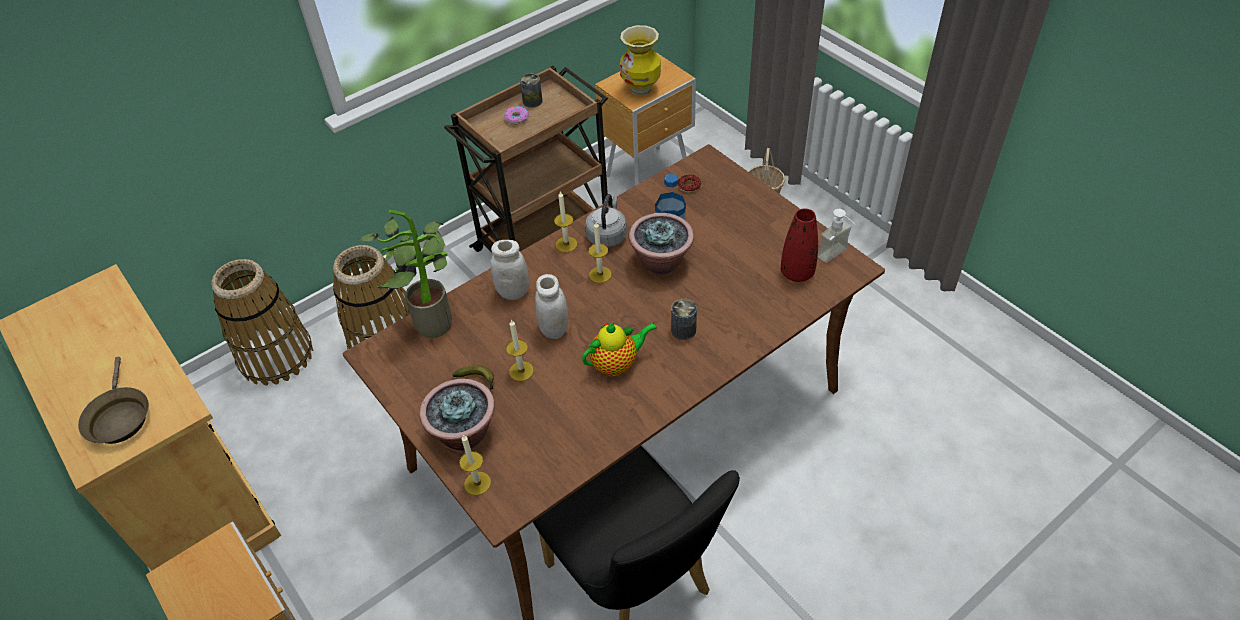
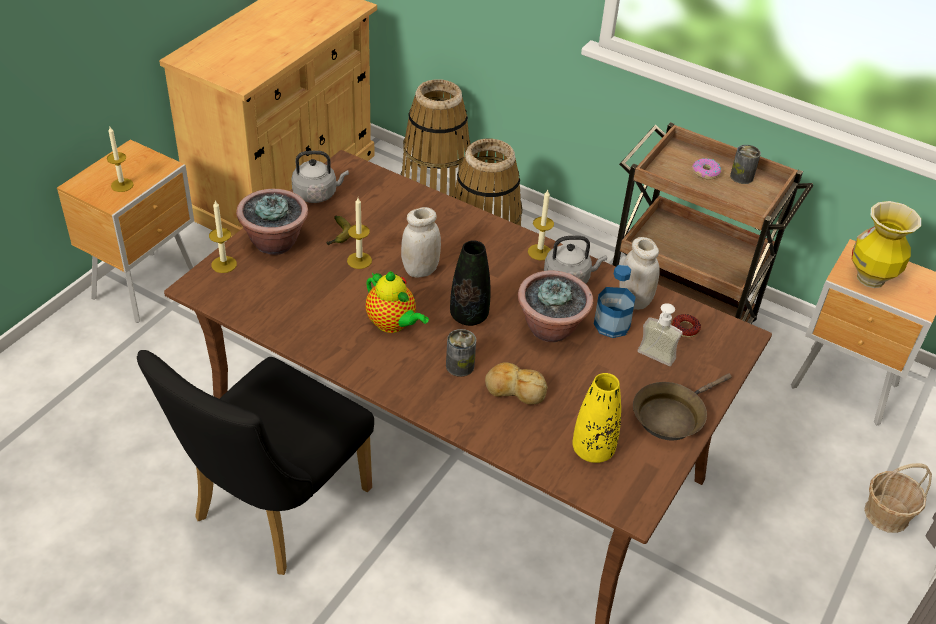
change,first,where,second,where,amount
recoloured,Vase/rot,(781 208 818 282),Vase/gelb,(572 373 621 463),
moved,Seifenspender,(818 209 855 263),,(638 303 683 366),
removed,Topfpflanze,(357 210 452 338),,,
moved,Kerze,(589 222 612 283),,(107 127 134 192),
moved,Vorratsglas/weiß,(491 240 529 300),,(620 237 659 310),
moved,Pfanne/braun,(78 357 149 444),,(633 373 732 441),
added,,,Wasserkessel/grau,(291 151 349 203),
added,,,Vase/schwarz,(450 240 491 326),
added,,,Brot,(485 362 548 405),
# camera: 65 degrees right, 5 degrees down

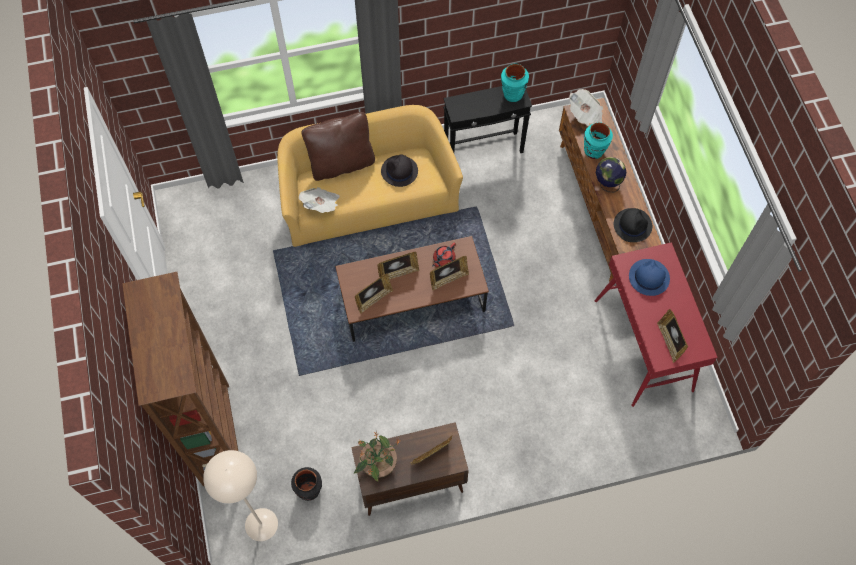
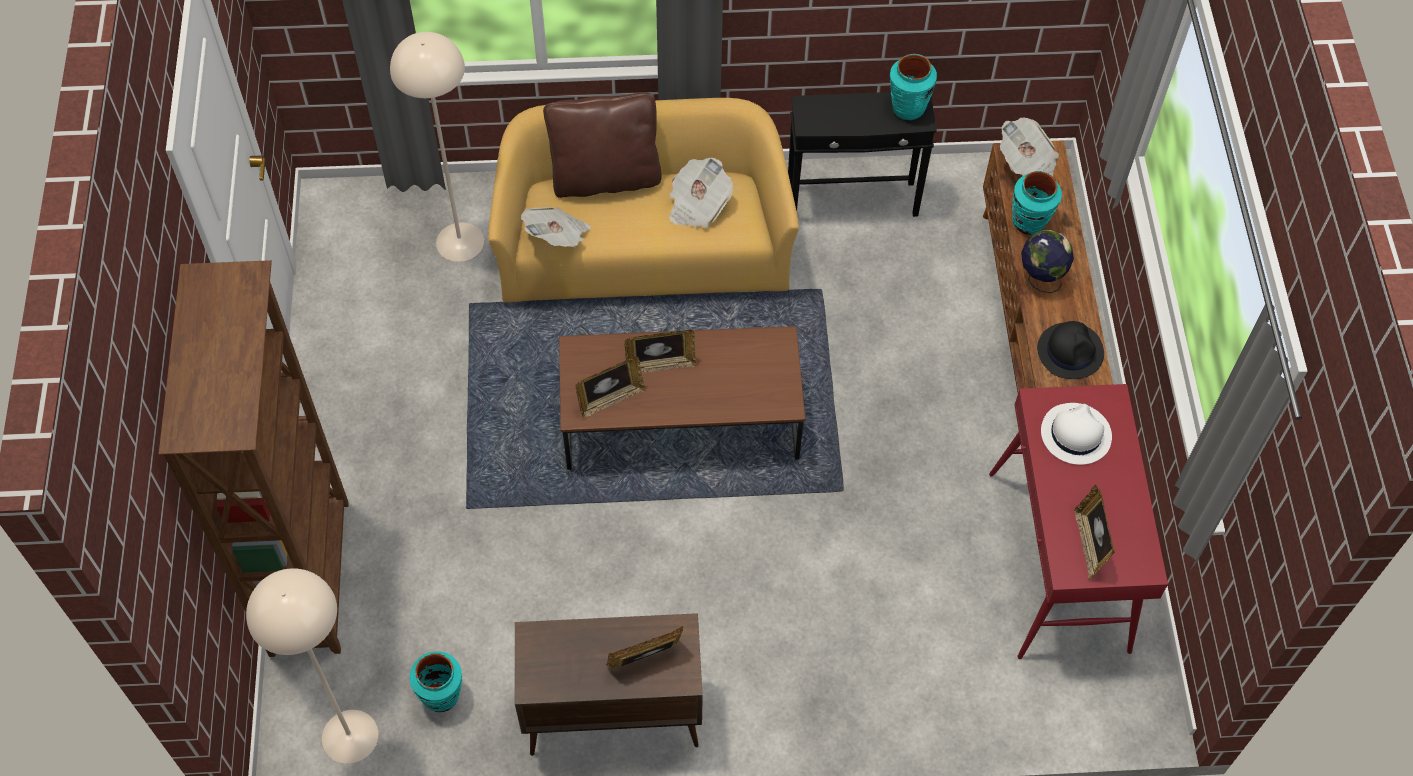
change,first,where,second,where,amount
replaced,Hut/schwarz,(381 154 418 187),Zeitung,(669 158 733 228),
removed,Teekanne/rot,(432 243 456 267),,,
removed,Bilderrahmen,(430 256 469 291),,,
recoloured,Hut/blau,(629 259 670 296),Hut/weiß,(1041 403 1112 465),
removed,Topfpflanze,(354 432 399 482),,,
recoloured,Vase/schwarz,(291 467 322 501),Vase/türkis,(410 651 462 712),
added,,,Stehlampe/beige,(390 32 484 262),
# camera: 10 degrees right, 5 degrees down

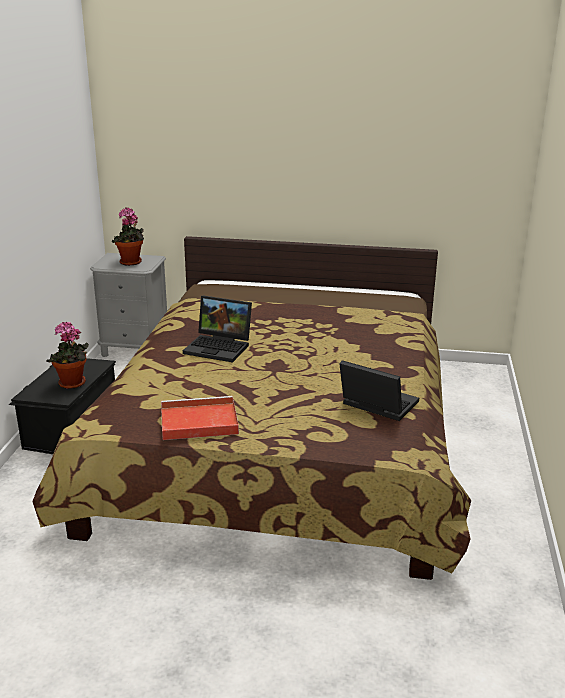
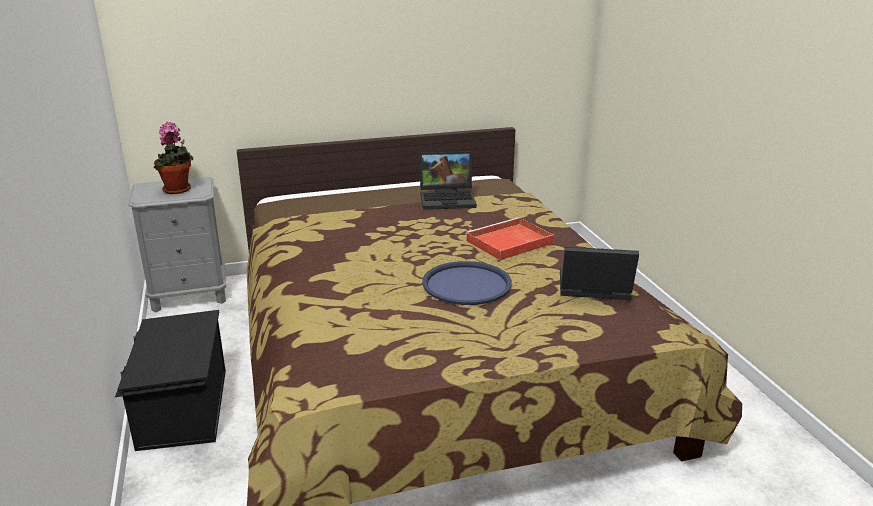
change,first,where,second,where,amount
moved,Laptop,(183 296 252 362),,(419 151 477 210),
removed,Topfpflanze,(46 322 89 389),,,
moved,Tablett/rot,(161 396 239 440),,(465 217 554 260),
added,,,Tablett/blau,(422 261 512 305),
# camera: 25 degrees left, 0 degrees up

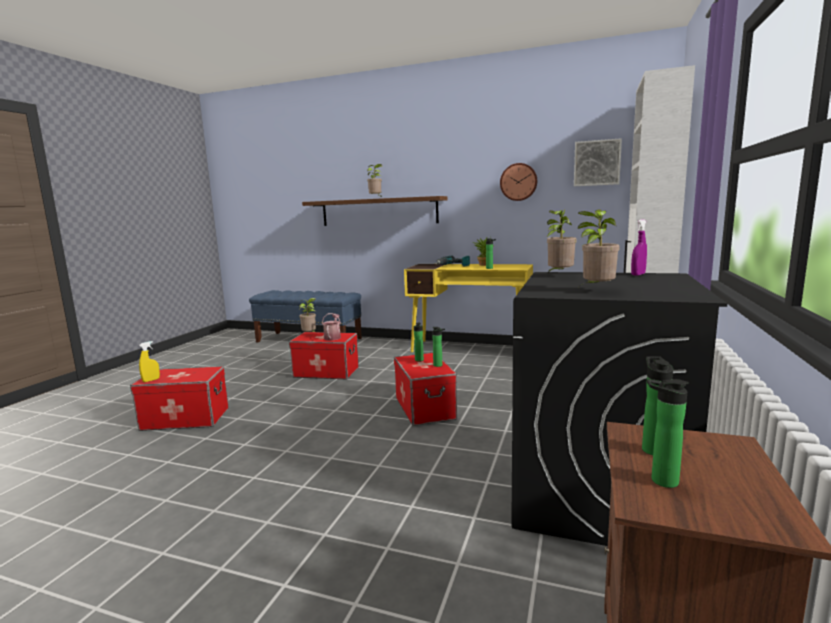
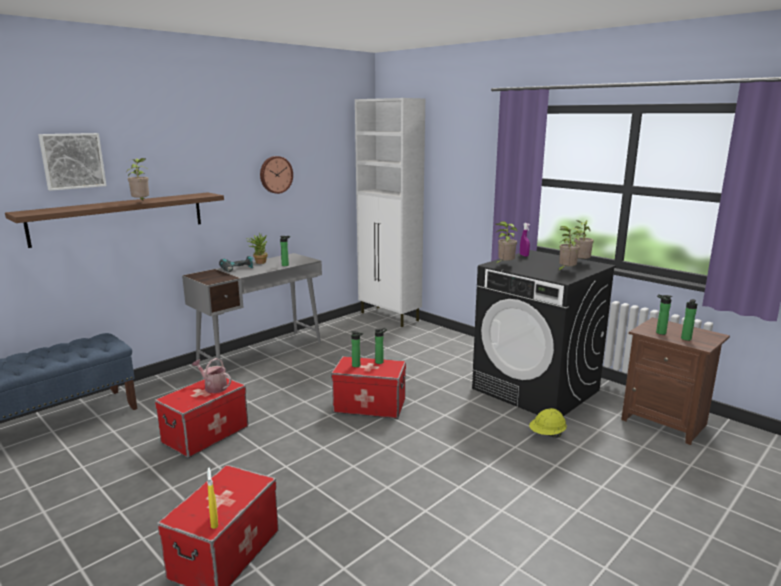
change,first,where,second,where,amount
moved,Bild,(574 138 622 186),,(38 133 107 191),
recoloured,Schreibtisch/gelb,(404 264 533 352),Schreibtisch/grau,(182 253 322 366),
moved,Topfpflanze,(299 298 316 332),,(574 220 594 259),
added,,,Schutzhelm/gelb,(529 408 567 438),
# camera: 65 degrees left, 5 degrees up

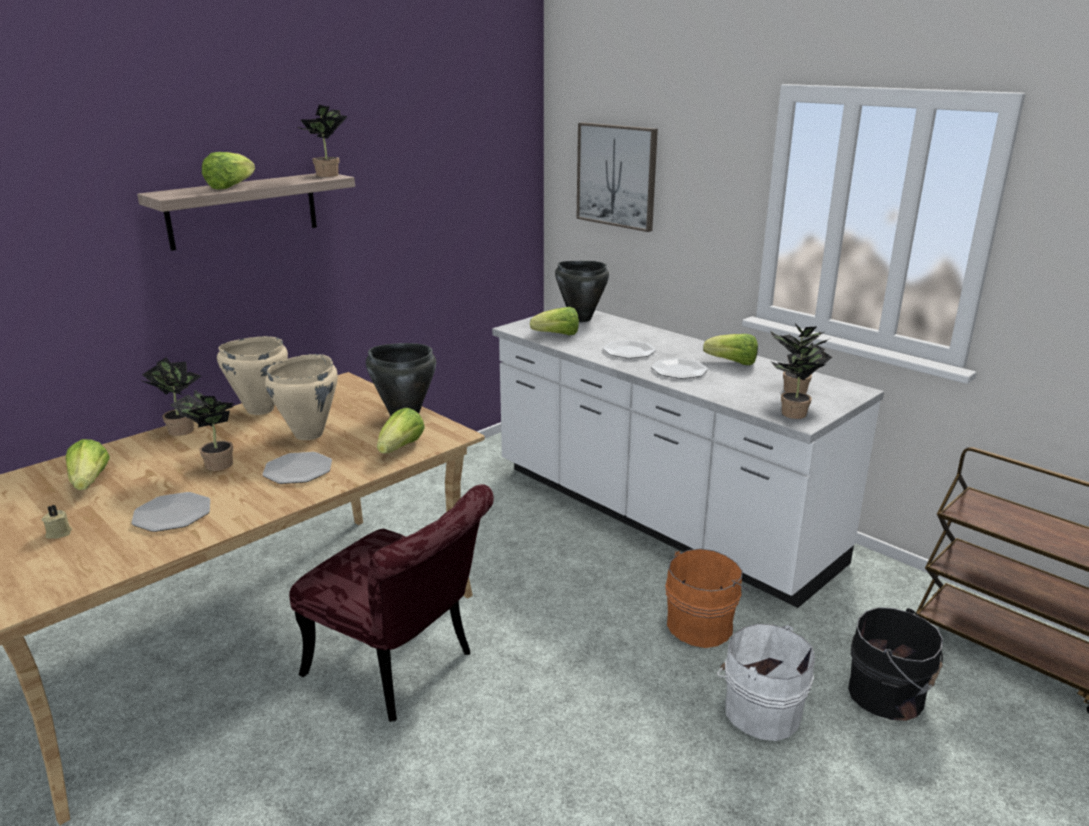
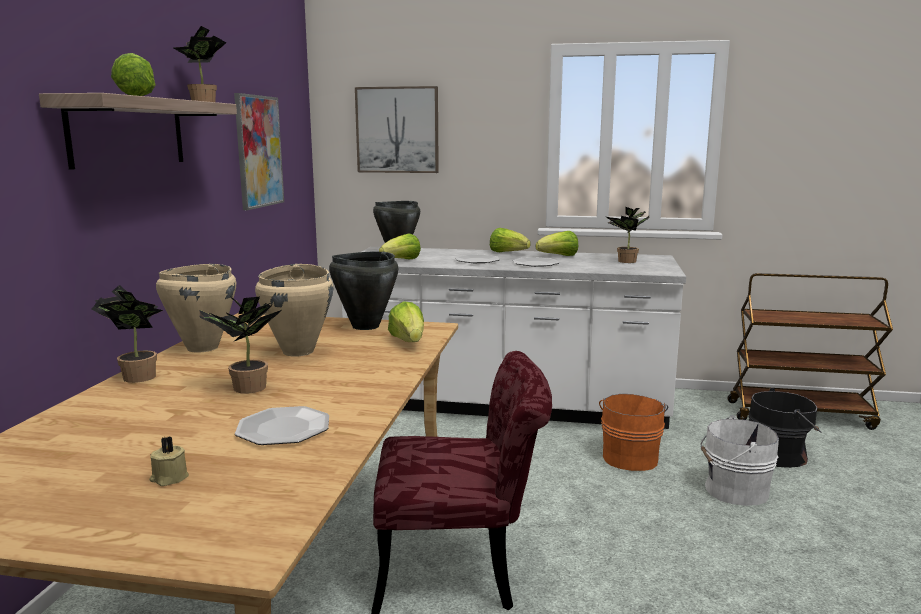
change,first,where,second,where,amount
removed,Topfpflanze,(771 342 832 419),,,
moved,Salatkopf,(66 439 110 490),,(490 228 531 252),
removed,Teller,(262 452 332 484),,,
added,,,Bild,(234 93 284 210),
# camera: 35 degrees left, 10 degrees down

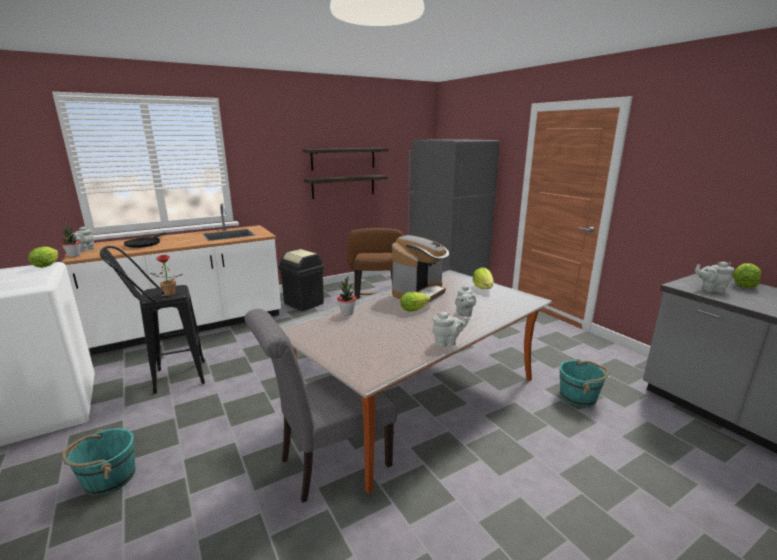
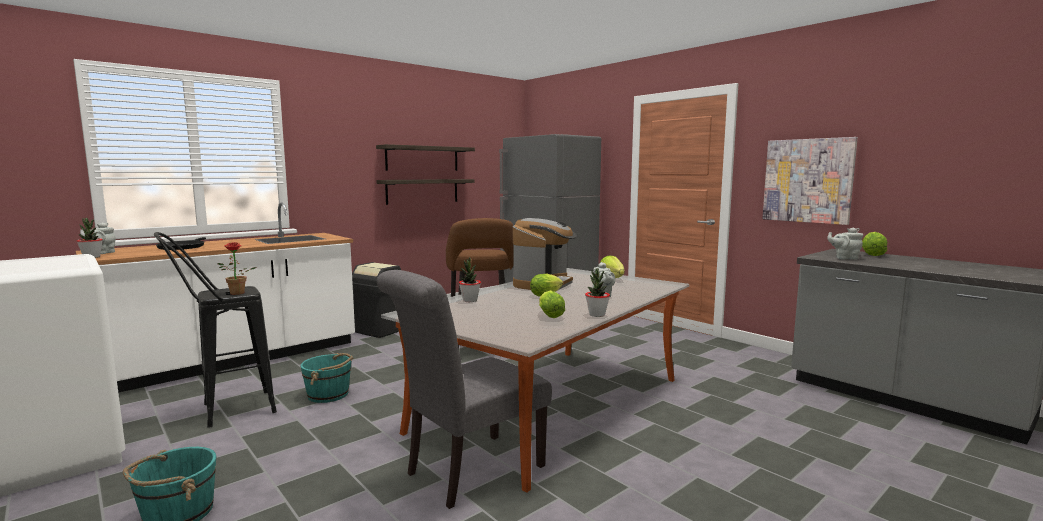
change,first,where,second,where,amount
moved,Salatkopf,(28 247 58 268),,(539 290 565 318),
replaced,Teekanne/grau,(432 312 468 347),Topfpflanze,(585 268 610 317),
moved,Eimer/türkis,(560 359 609 407),,(300 353 354 403),
added,,,Bild,(762 137 858 225),
# camera: 10 degrees left, 10 degrees down

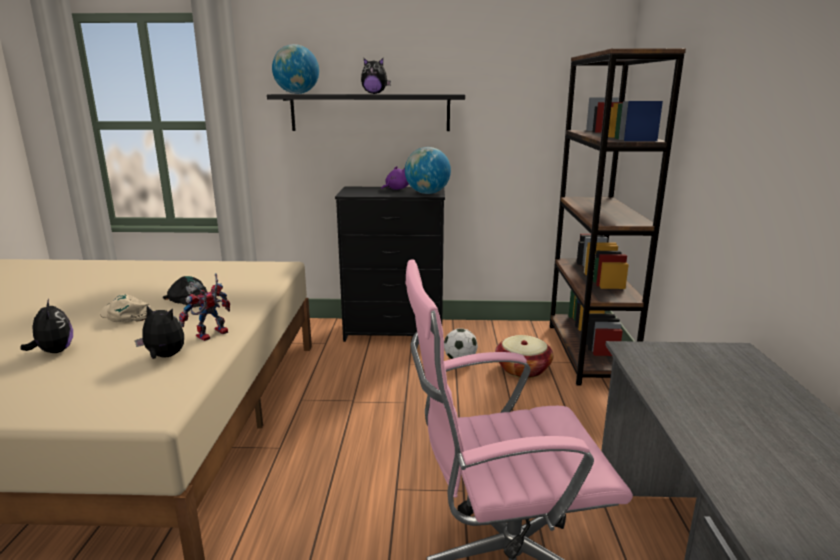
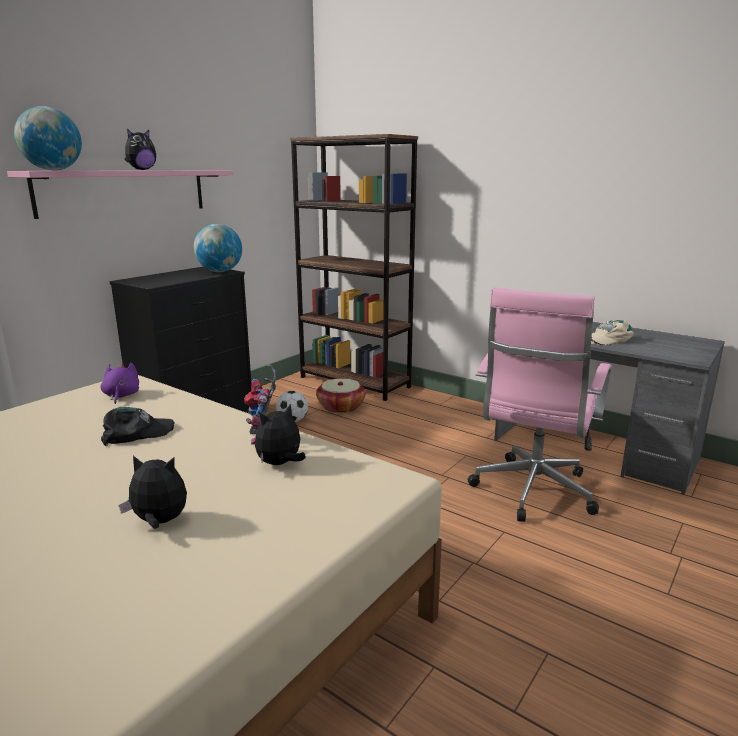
change,first,where,second,where,amount
recoloured,Wandregal/schwarz,(267 94 465 131),Wandregal/rosa,(7 170 234 219),
moved,Plüschtier/lila,(381 166 409 190),,(100 363 139 404),
moved,Kappe/beige,(100 294 151 322),,(591 320 634 345),
# camera: 55 degrees left, 0 degrees up

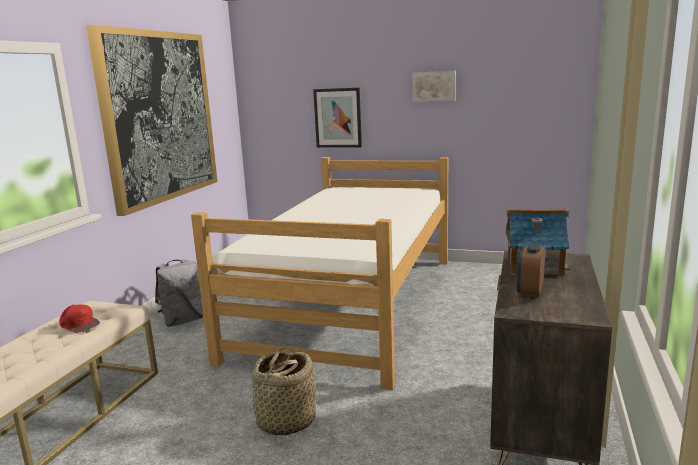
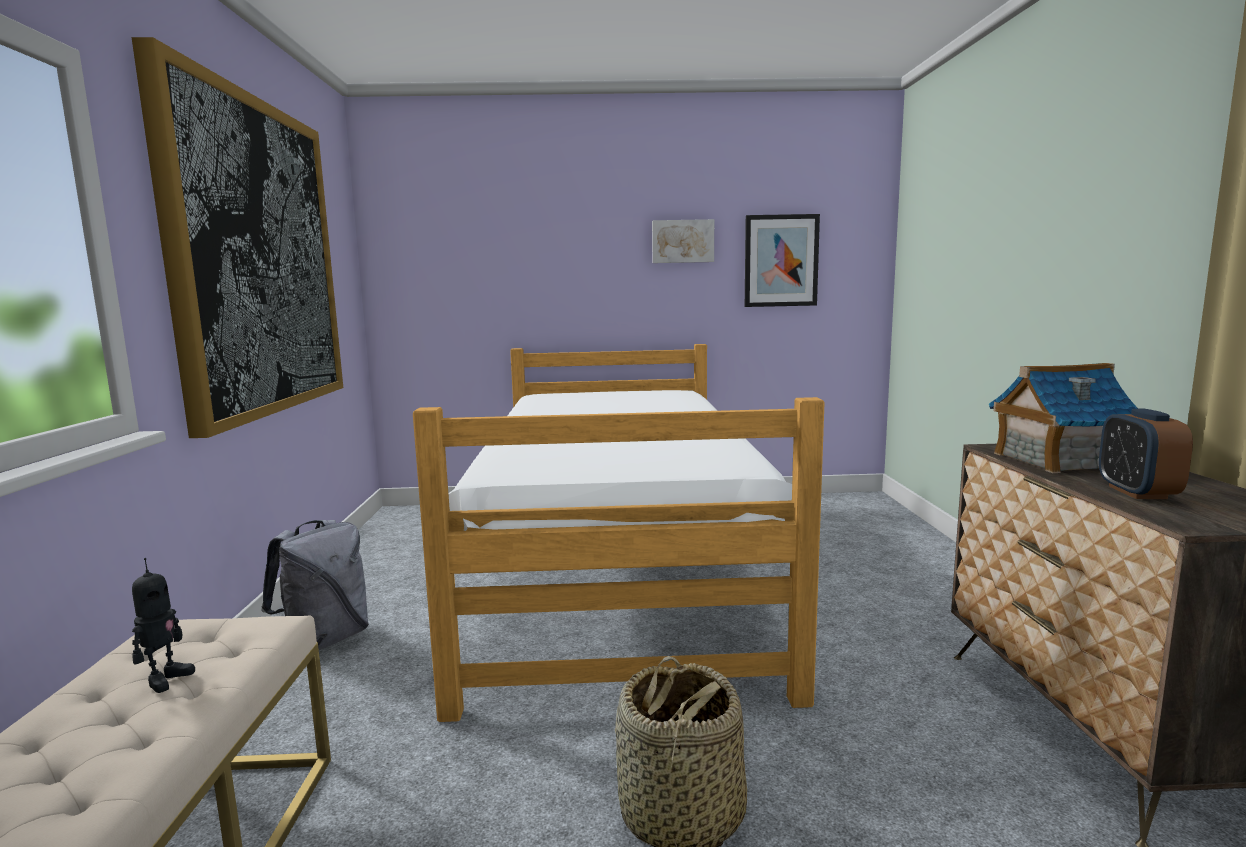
change,first,where,second,where,amount
moved,Bild,(313 88 362 148),,(745 214 820 307),
replaced,Kappe/rot,(59 305 100 333),Spielzeugroboter,(132 558 195 693),
# camera: 20 degrees left, 5 degrees down

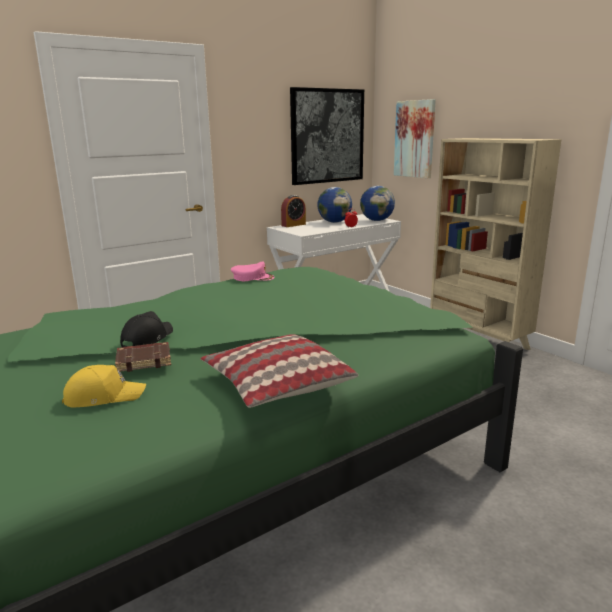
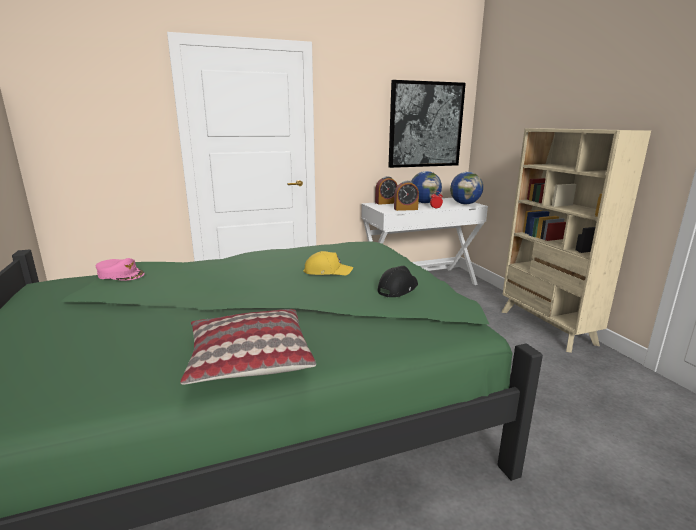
change,first,where,second,where,amount
removed,Bild,(394 99 436 178),,,
moved,Kappe/rosa,(231 262 275 281),,(96 258 145 281),
moved,Kappe/schwarz,(120 311 173 347),,(377 266 418 297),
removed,Buch/braun,(115 342 171 372),,,
moved,Kappe/gelb,(62 365 146 407),,(304 251 353 275),
added,,,Wecker,(394 181 419 211),
# camera: 15 degrees right, 0 degrees up

